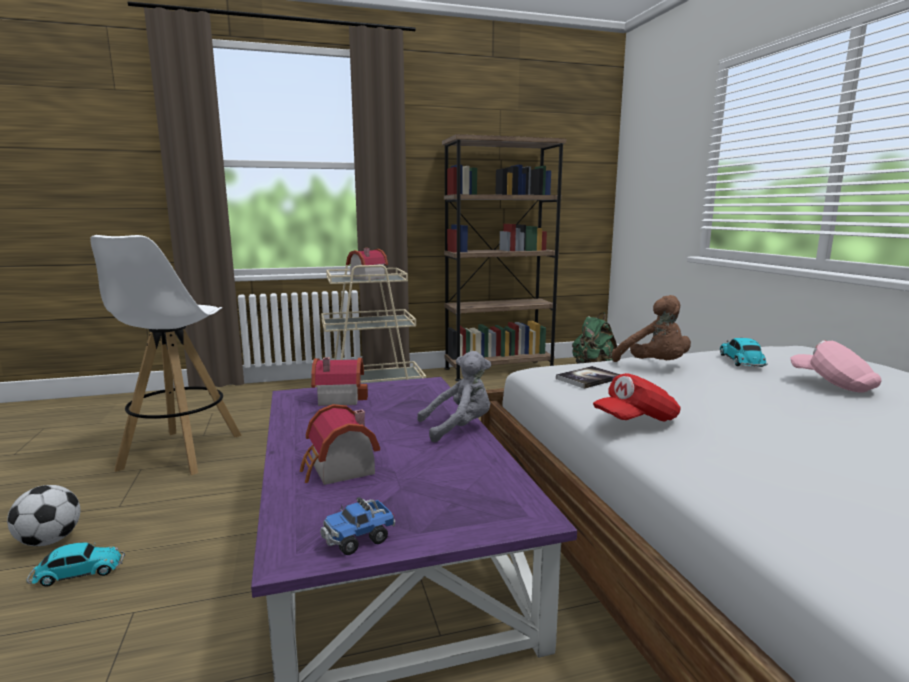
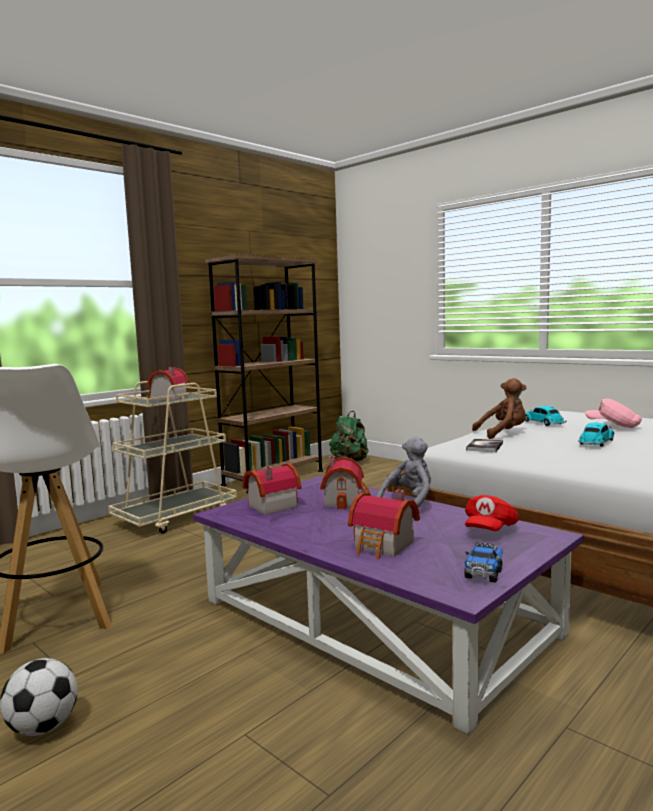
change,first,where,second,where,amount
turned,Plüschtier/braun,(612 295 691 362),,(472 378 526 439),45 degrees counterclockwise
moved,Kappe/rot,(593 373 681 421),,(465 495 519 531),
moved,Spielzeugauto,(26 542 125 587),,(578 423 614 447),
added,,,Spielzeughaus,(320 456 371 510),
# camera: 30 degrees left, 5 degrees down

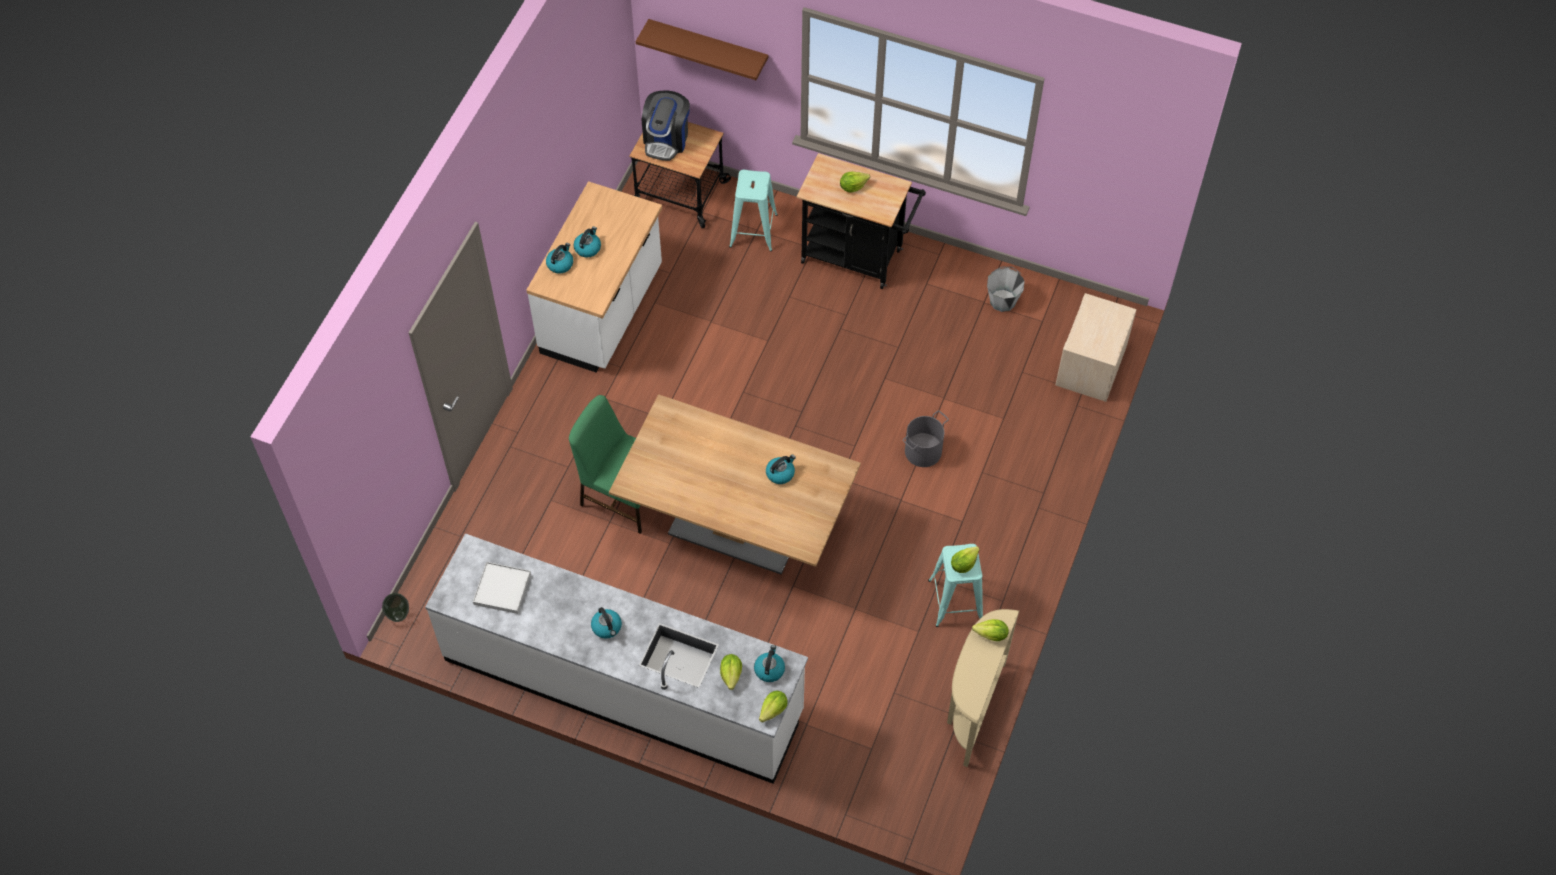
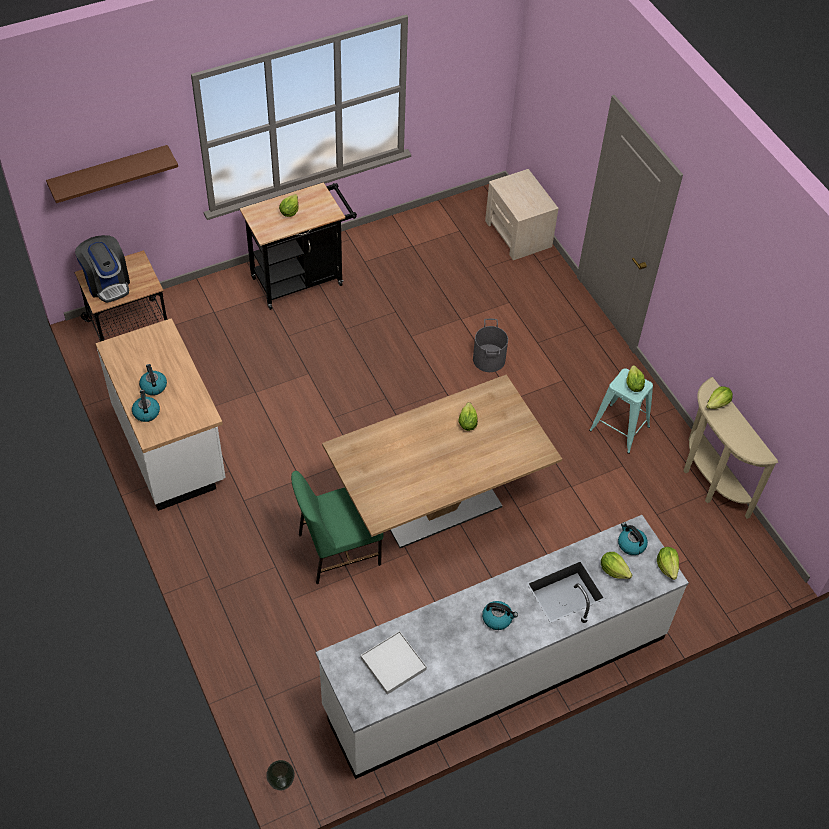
change,first,where,second,where,amount
removed,Hocker/türkis,(729 170 778 252),,,
removed,Eimer/grau,(987 266 1025 312),,,
replaced,Wasserkessel,(766 455 796 484),Salatkopf,(458 402 478 431),
# camera: 50 degrees left, 5 degrees down

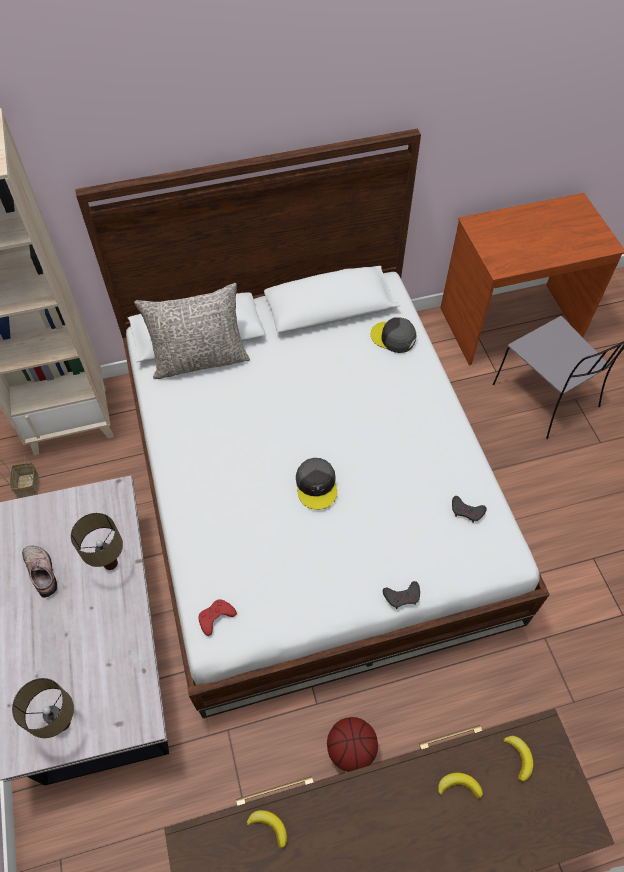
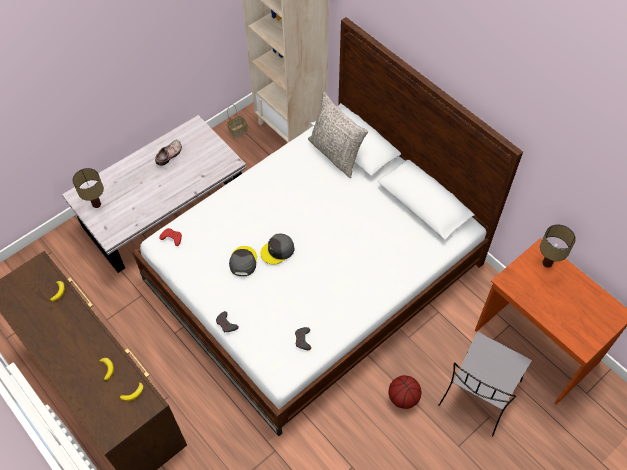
change,first,where,second,where,amount
moved,Kappe/grau,(371 317 416 353),,(229 246 257 276),
moved,Tischlampe,(71 513 123 570),,(540 225 576 268),
moved,Basketball,(327 717 378 772),,(389 375 421 409),
# camera: 65 degrees right, 0 degrees up

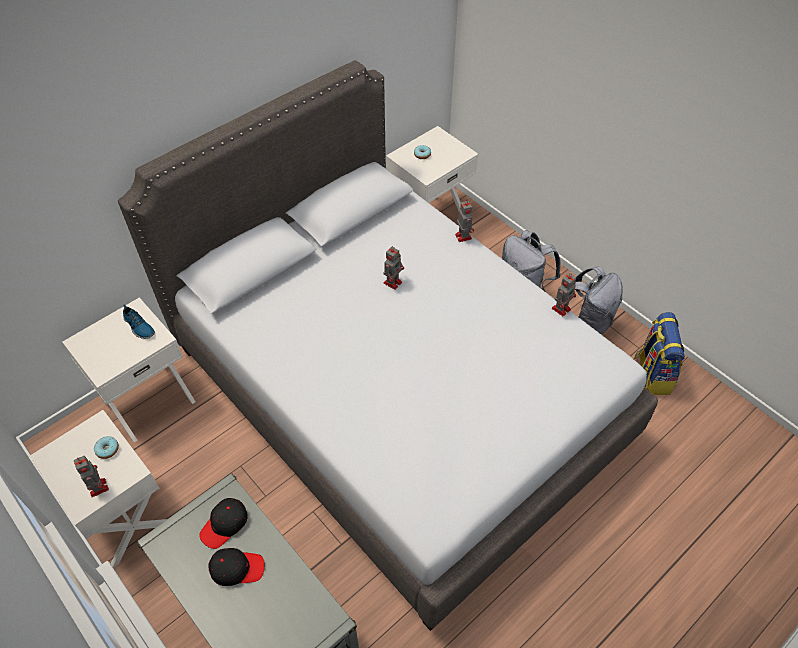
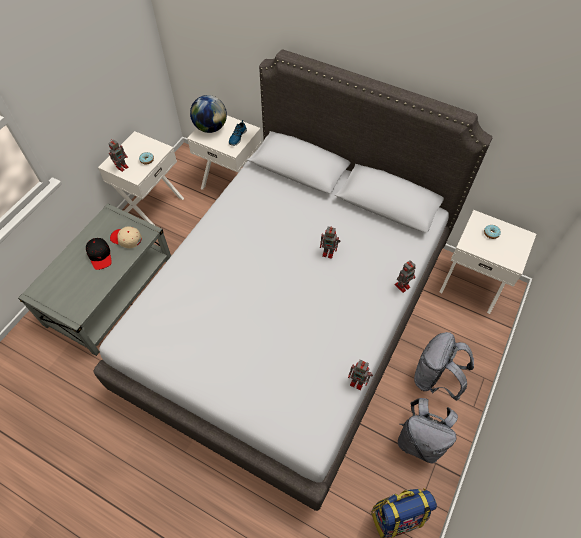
change,first,where,second,where,amount
recoloured,Kappe/schwarz,(199 498 248 549),Kappe/beige,(110 226 142 248),
added,,,Globus,(190 95 227 133),
# camera: 70 degrees right, 5 degrees up

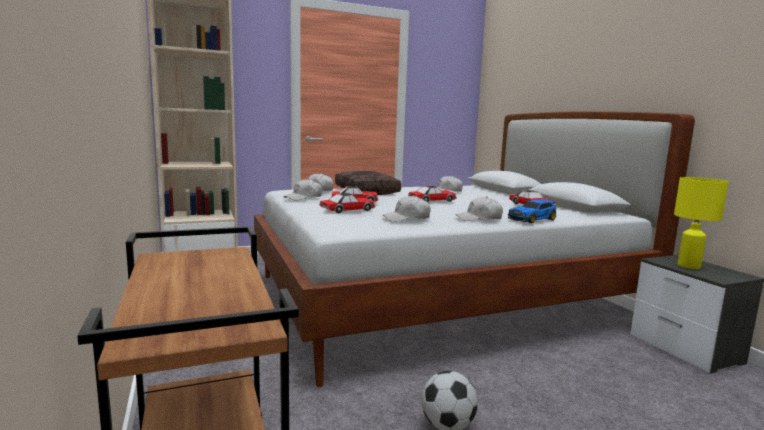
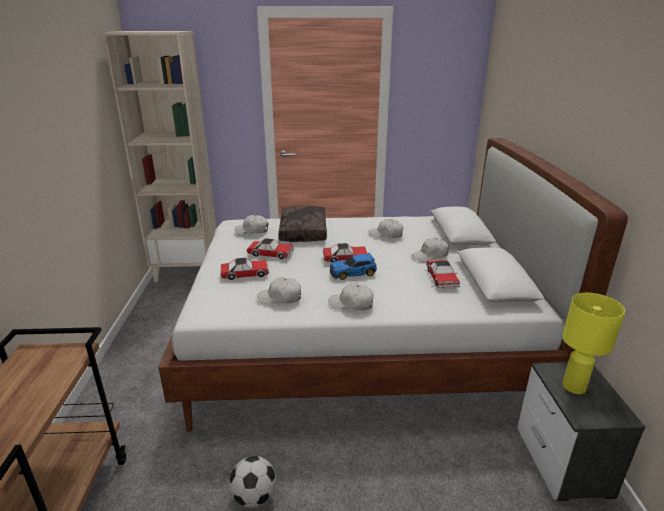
change,first,where,second,where,amount
moved,Kappe/weiß,(284 179 322 201),,(412 238 449 262),
moved,Spielzeugauto,(508 199 557 223),,(330 253 377 280),
# camera: 20 degrees right, 15 degrees up

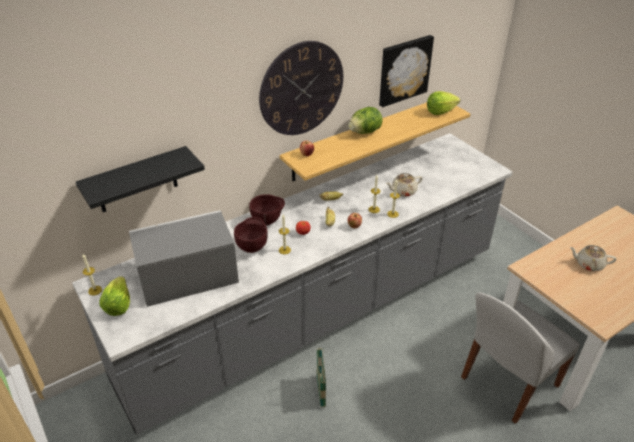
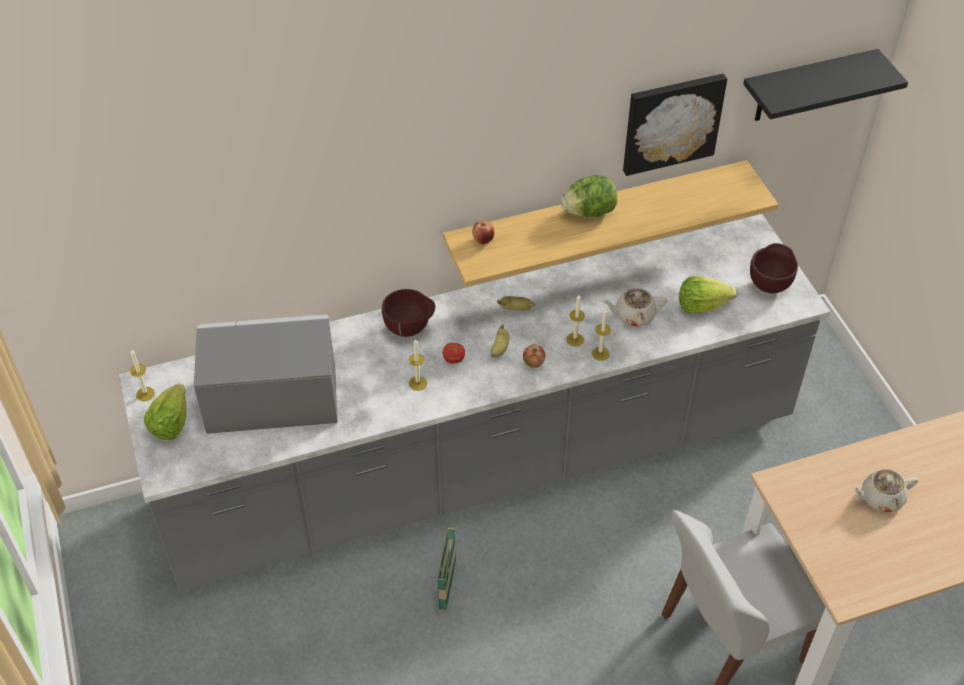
change,first,where,second,where,amount
removed,Wanduhr,(259 41 343 135),,,
moved,Salatkopf,(427 91 460 115),,(679 276 737 314),
moved,Wandregal/schwarz,(76 146 205 212),,(743 49 908 121),
moved,Schüssel/braun,(234 217 268 253),,(750 243 798 293),
turned,Teekanne/beige,(569 245 616 271),,(853 469 918 512),45 degrees counterclockwise
# camera: 15 degrees right, 10 degrees up

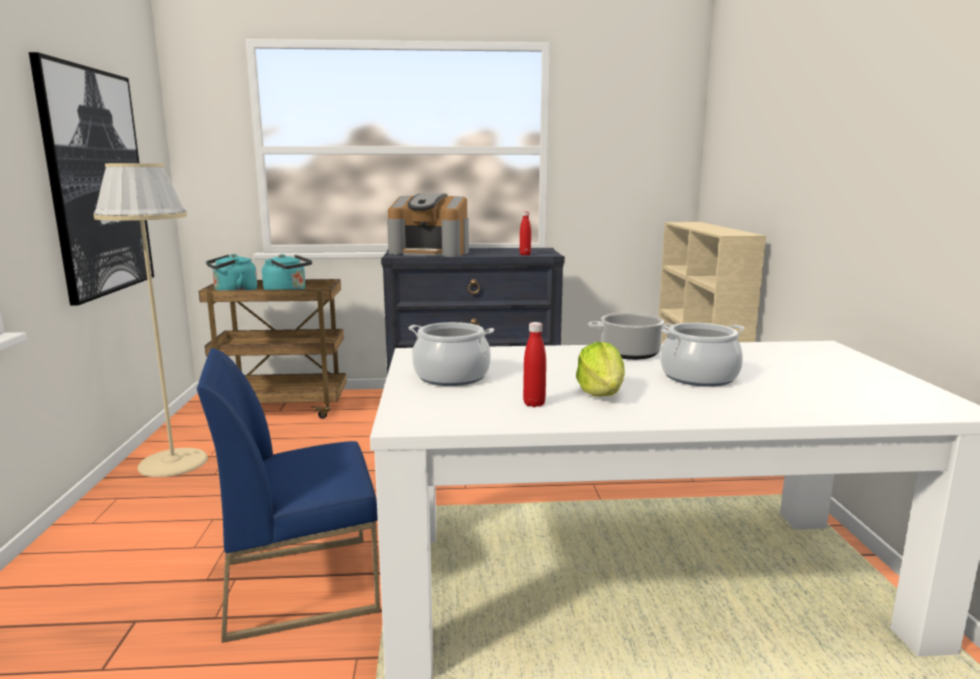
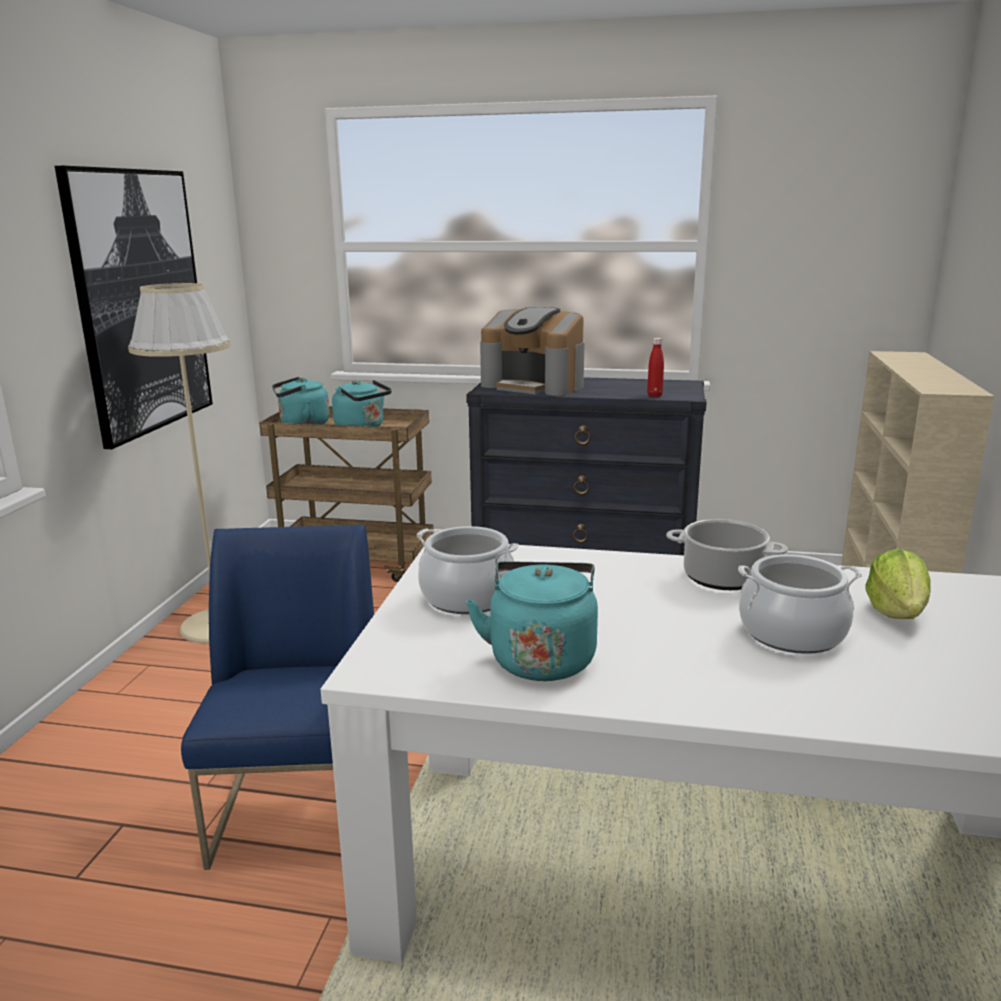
change,first,where,second,where,amount
replaced,Flasche/rot,(523 322 546 407),Wasserkessel/türkis,(466 561 598 681),
moved,Salatkopf,(576 342 625 397),,(865 548 931 619),
turned,Stuhl/blau,(197 348 380 643),,(181 525 374 870),90 degrees clockwise
# camera: 15 degrees right, 5 degrees up

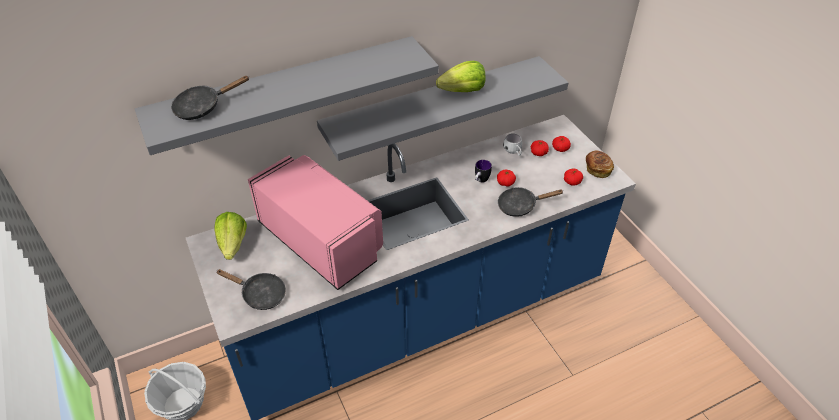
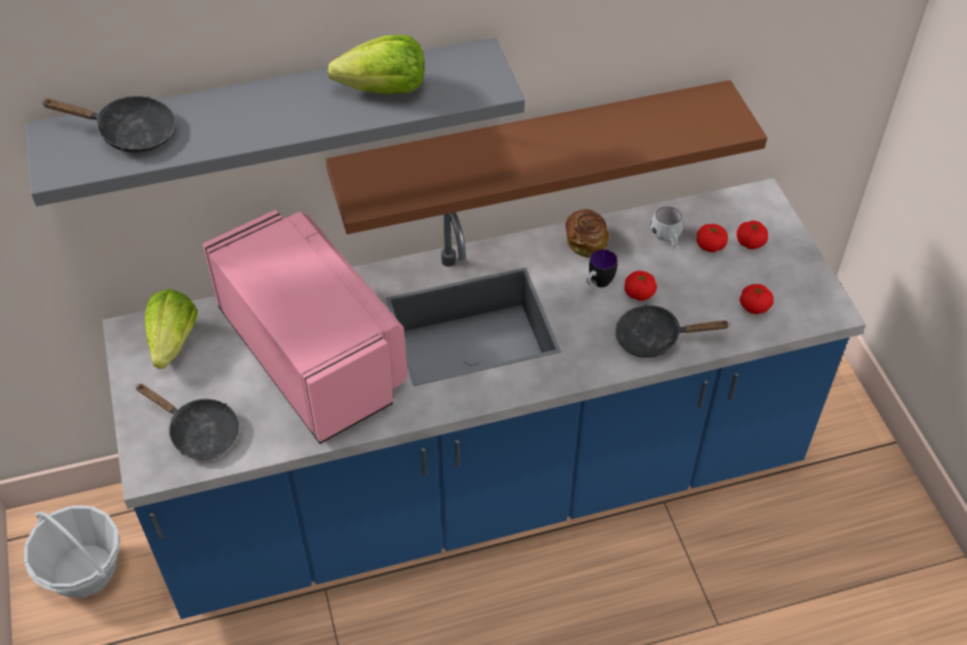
change,first,where,second,where,amount
recoloured,Wandregal/grau,(317 56 569 161),Wandregal/braun,(326 80 767 234),
moved,Salatkopf,(436 61 485 92),,(328 35 425 94),
turned,Pfanne/schwarz,(171 76 249 120),,(41 96 175 153),150 degrees counterclockwise
moved,Brot,(586 151 614 178),,(565 209 609 258),
# camera: 10 degrees right, 5 degrees up

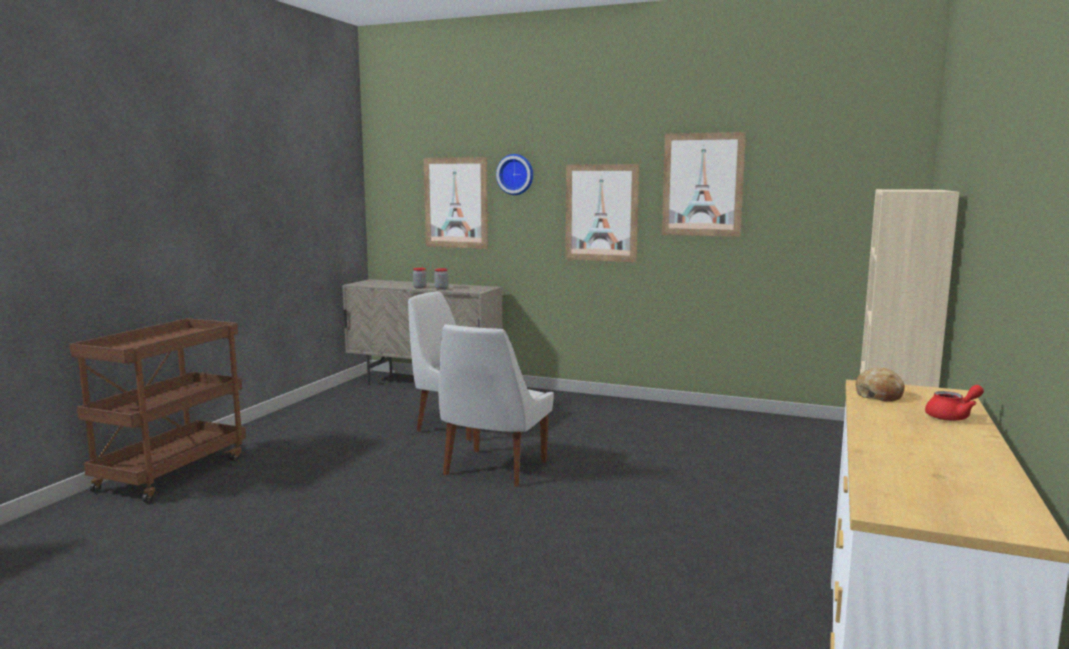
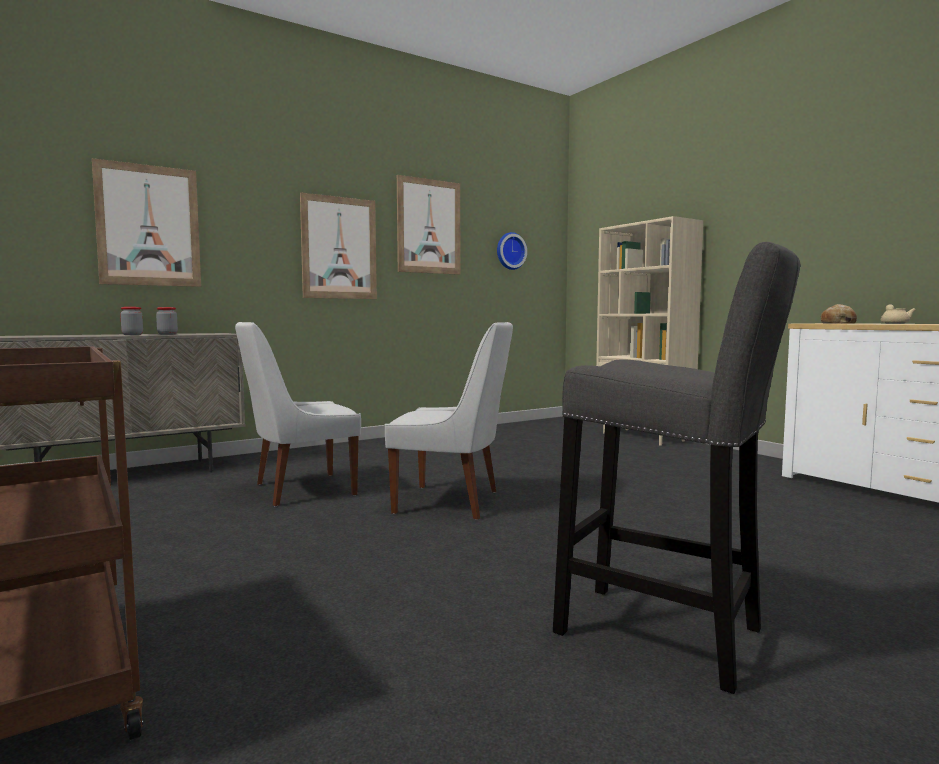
change,first,where,second,where,amount
moved,Wanduhr,(496 154 533 195),,(497 232 527 270),
turned,Stuhl/weiß,(439 324 554 487),,(385 322 513 520),45 degrees counterclockwise
recoloured,Teekanne/rot,(925 385 984 421),Teekanne/beige,(881 304 915 324),
added,,,Hocker/grau,(553 242 800 694),
# camera: 55 degrees left, 5 degrees down

